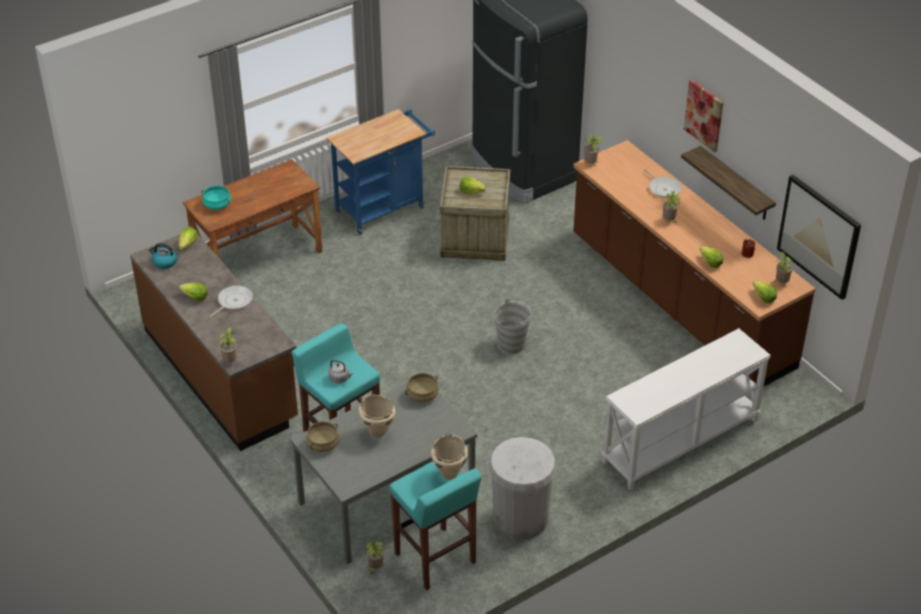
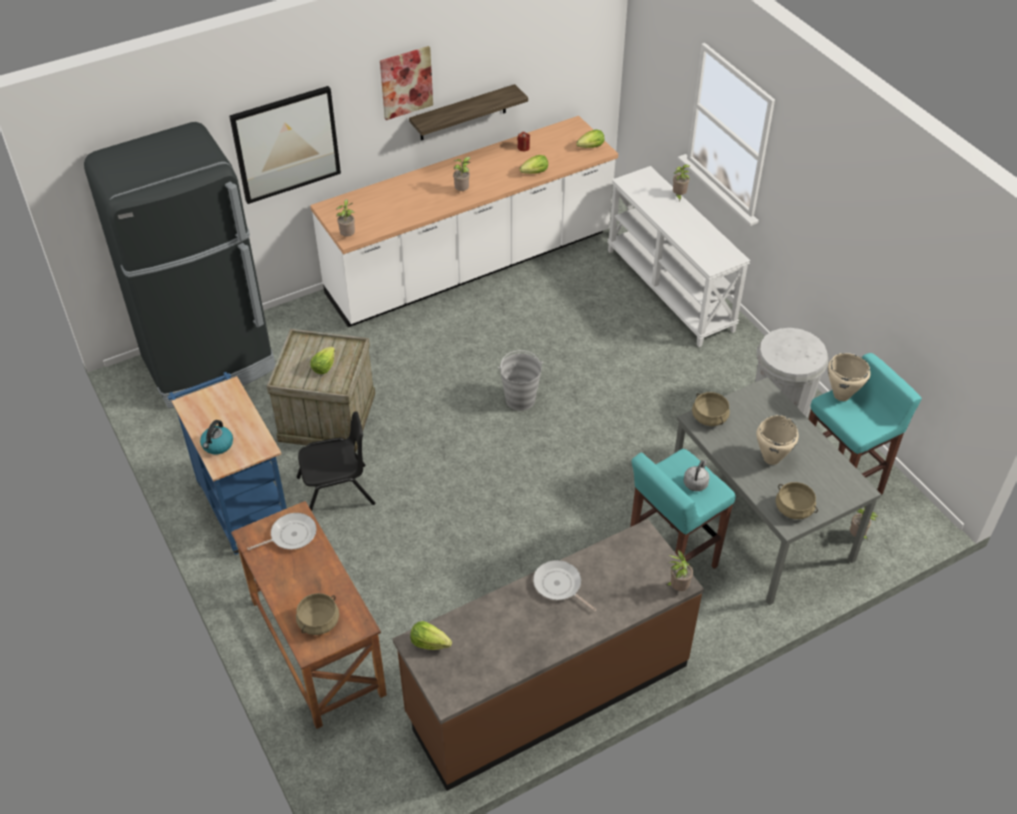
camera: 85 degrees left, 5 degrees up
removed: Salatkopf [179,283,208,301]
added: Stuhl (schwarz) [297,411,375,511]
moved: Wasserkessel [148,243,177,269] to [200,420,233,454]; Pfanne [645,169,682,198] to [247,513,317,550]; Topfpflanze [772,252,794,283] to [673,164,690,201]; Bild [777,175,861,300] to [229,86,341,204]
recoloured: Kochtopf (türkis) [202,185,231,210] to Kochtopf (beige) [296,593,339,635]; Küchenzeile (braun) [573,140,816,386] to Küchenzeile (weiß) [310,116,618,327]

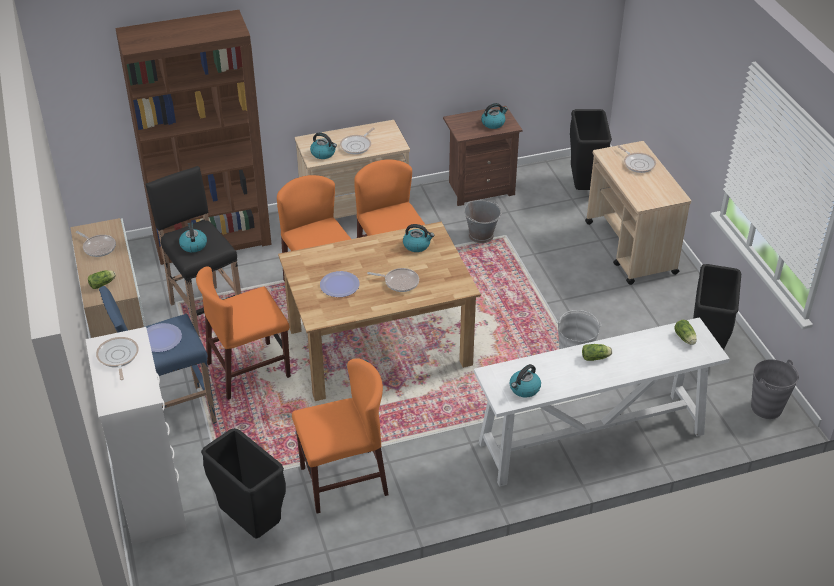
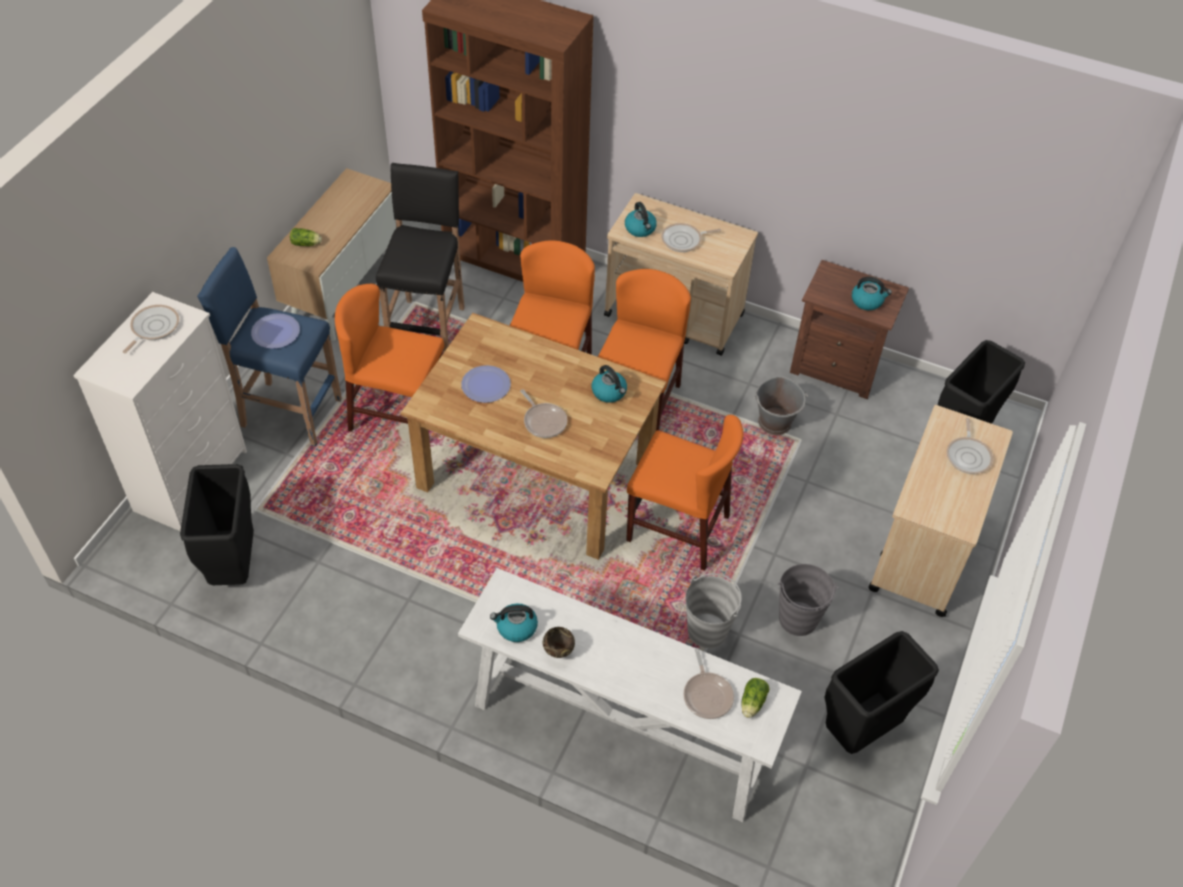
camera: 40 degrees right, 10 degrees up
removed: Wasserkessel [179,222,207,253]; Salatkopf [582,344,612,361]
added: Schüssel (braun) [543,627,575,658]
moved: Pfanne [76,231,116,257] to [683,648,734,719]; Stuhl (orange) [292,358,389,513] to [626,415,743,571]; Eimer (grau) [751,359,799,419] to [778,564,839,636]

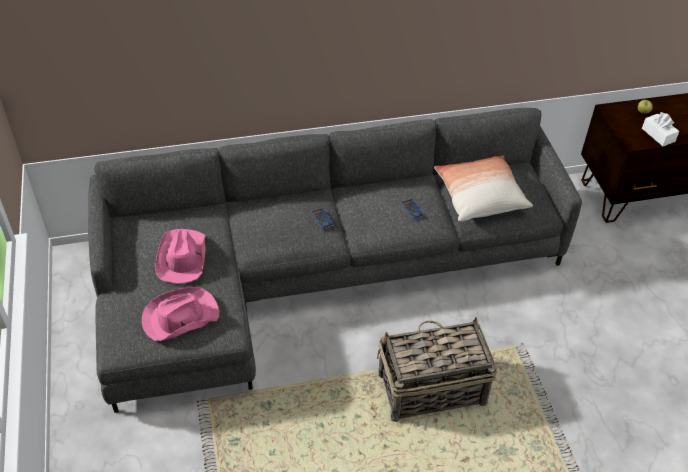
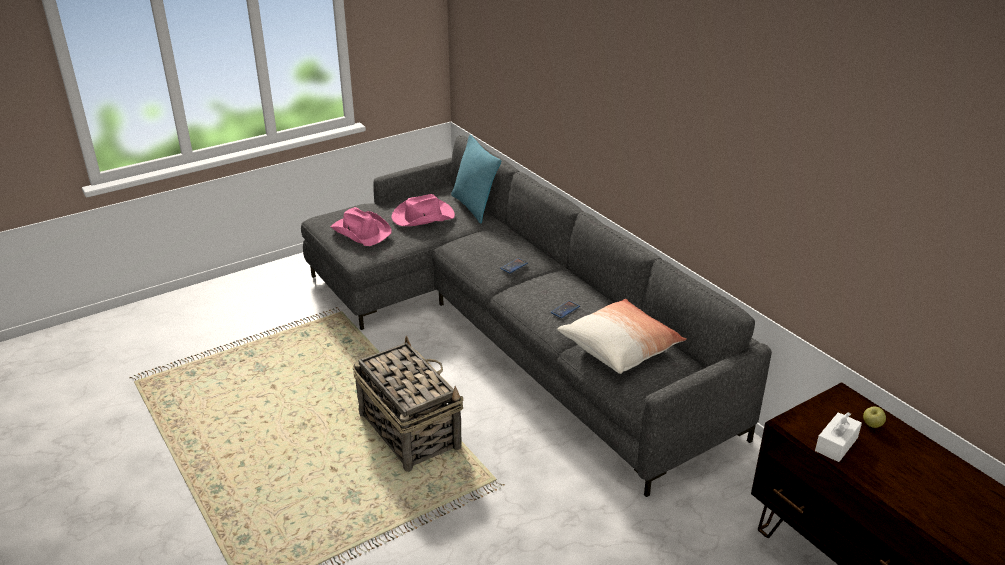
camera: 70 degrees right, 15 degrees down
added: Kissen (türkis) [451,135,501,223]

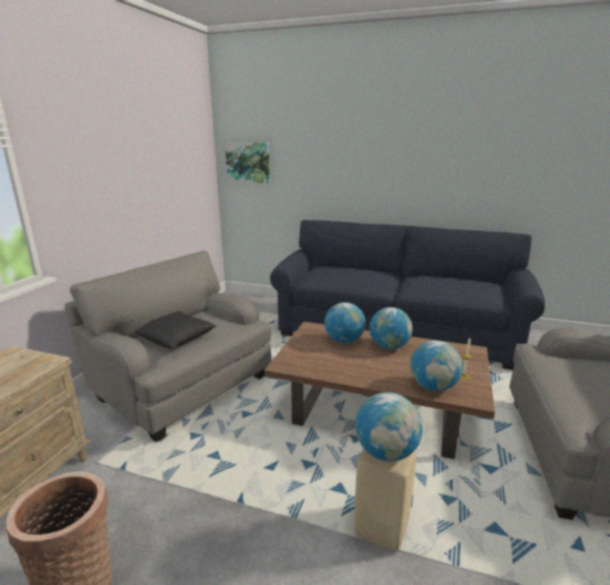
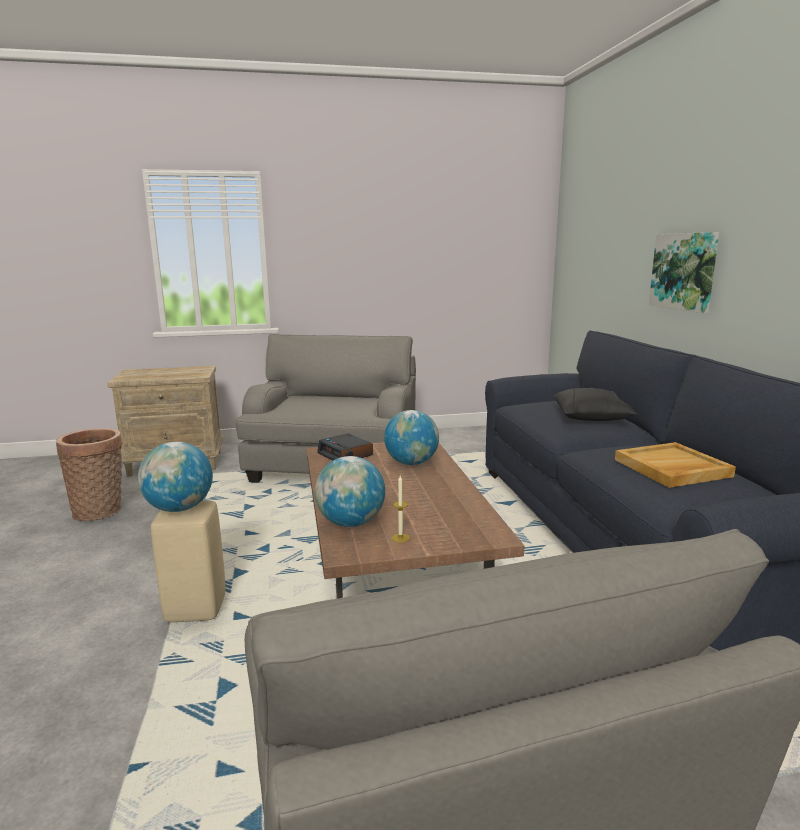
camera: 60 degrees right, 5 degrees down
removed: Globus [369,307,413,350]
added: Wecker [317,433,373,461]; Tablett (beige) [615,442,736,488]
moved: Kissen (schwarz) [134,311,217,349] to [554,388,637,421]; Bild [225,142,270,184] to [649,232,719,313]

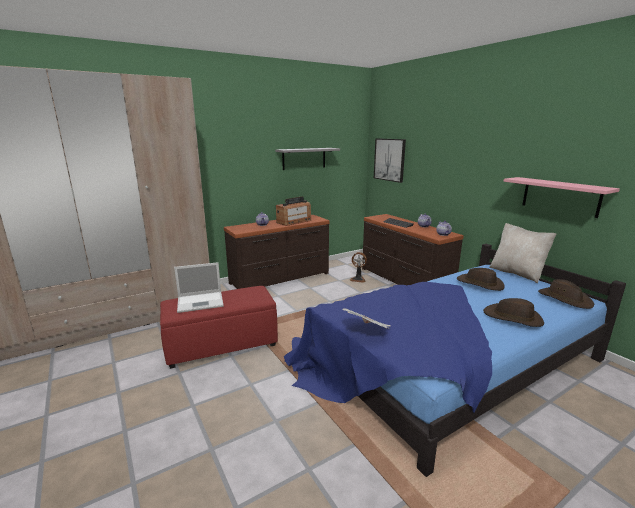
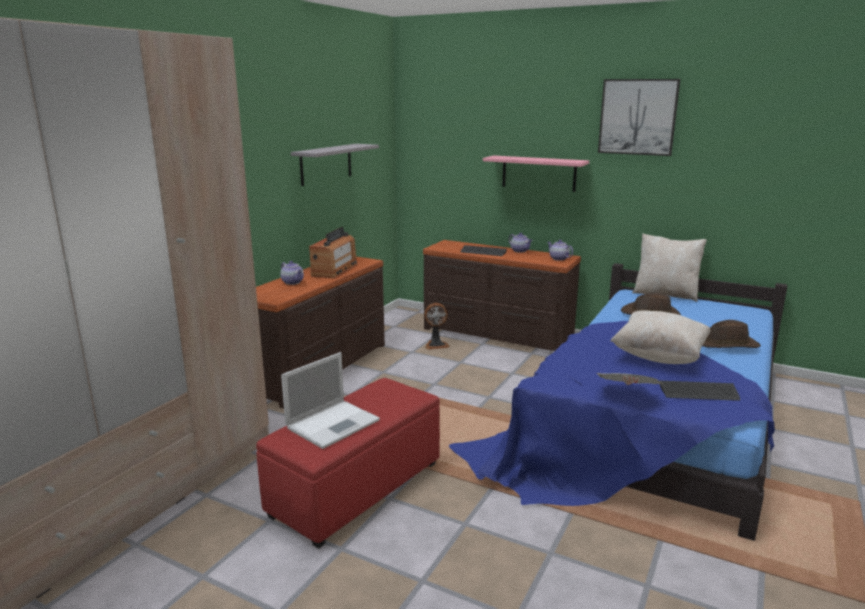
camera: 30 degrees left, 0 degrees up
removed: Hut (braun) [538,279,594,309]
added: Kissen (beige) [610,311,711,364]; Tastatur [660,381,740,401]
moved: Bild [374,138,406,183] to [598,79,680,156]; Wandregal (rosa) [503,177,620,218] to [483,156,589,192]

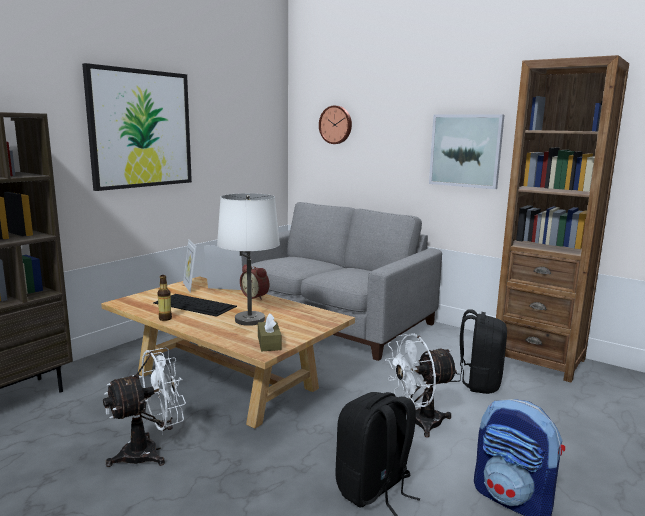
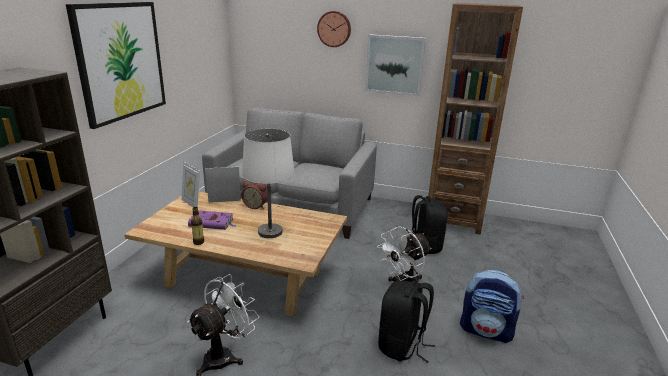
camera: 20 degrees left, 10 degrees up
removed: Taschentuchbox (braun) [258,313,281,351]
moved: Wanduhr [319,106,352,144] to [317,11,351,47]
replaced: Tastatur [153,294,237,317] to Buch (lila) [188,210,237,230]

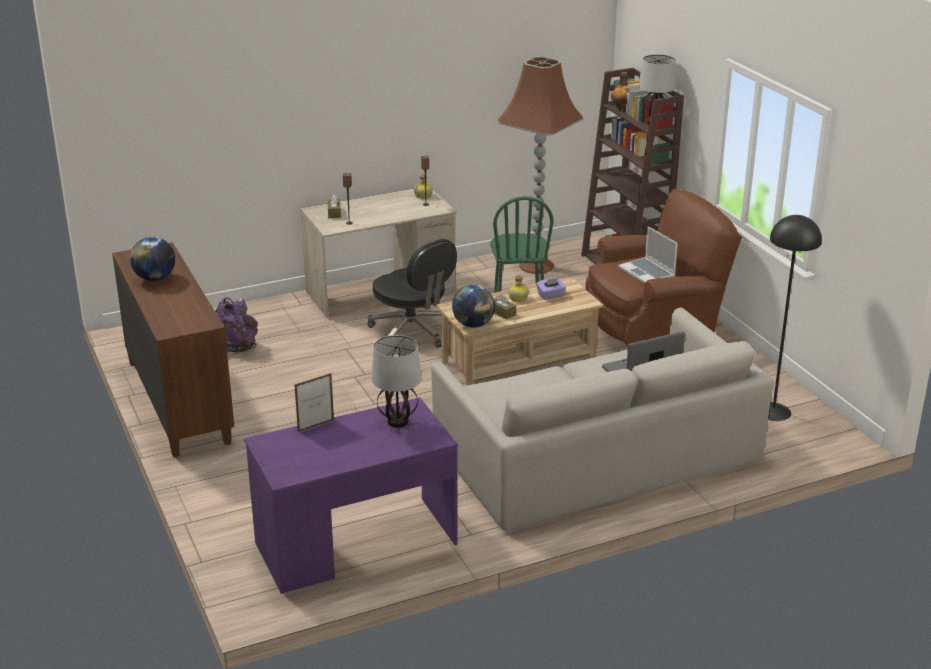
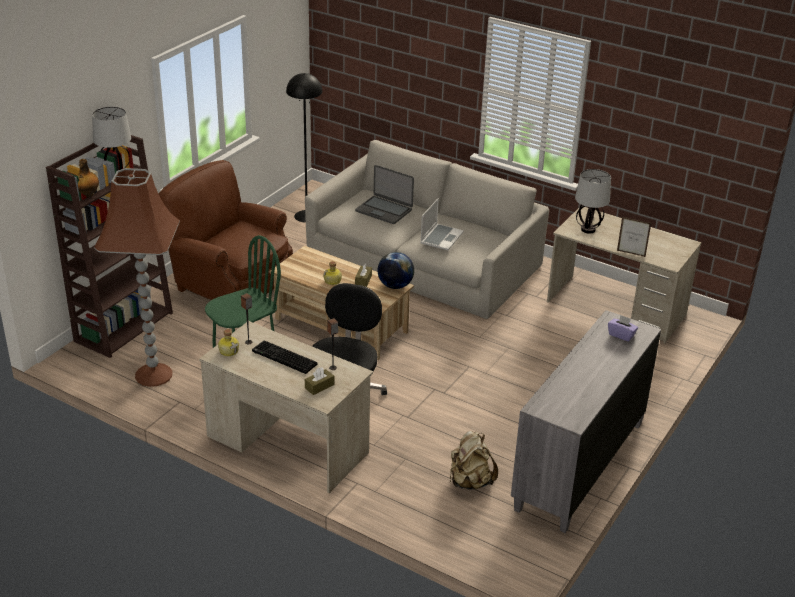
camera: 125 degrees left, 5 degrees up
removed: Globus [130,237,175,281]
added: Tastatur [252,340,318,374]
moved: Taschentuchbox (lila) [536,278,566,300] to [608,315,638,342]; Laptop [618,226,678,284] to [420,198,464,251]
recoloured: Kommode (braun) [112,242,234,457] to Kommode (grau) [511,310,661,533]; Rucksack (lila) [215,297,258,353] to Rucksack (beige) [450,431,498,490]; Schreibtisch (lila) [244,397,458,594] to Schreibtisch (beige) [547,207,702,343]

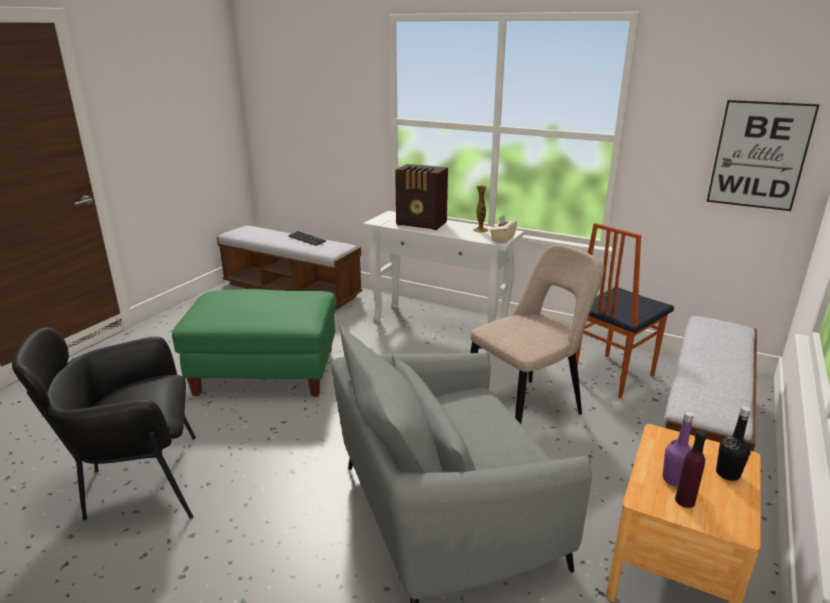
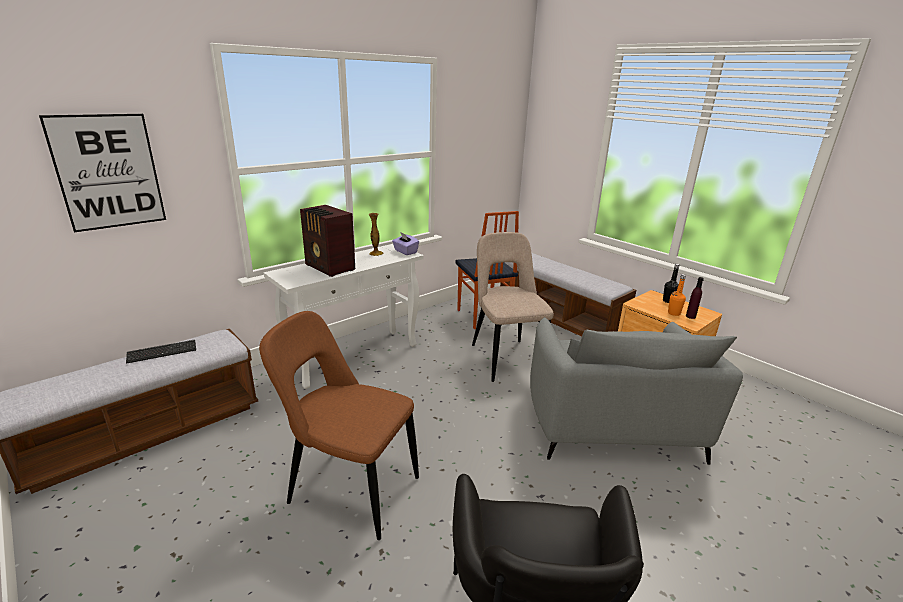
camera: 70 degrees left, 0 degrees up
moved: Bild [707,100,820,211] to [39,114,166,232]
replaced: Polsterhocker (grün) [172,289,336,397] to Stuhl (braun) [259,311,419,540]
recoloured: Taschentuchbox (beige) [490,215,517,243] to Taschentuchbox (lila) [392,233,419,255]; Flasche (lila) [662,411,694,487] to Flasche (orange) [668,274,686,316]
turned: Radio [395,164,448,230] = [300,205,355,277] 90 degrees clockwise

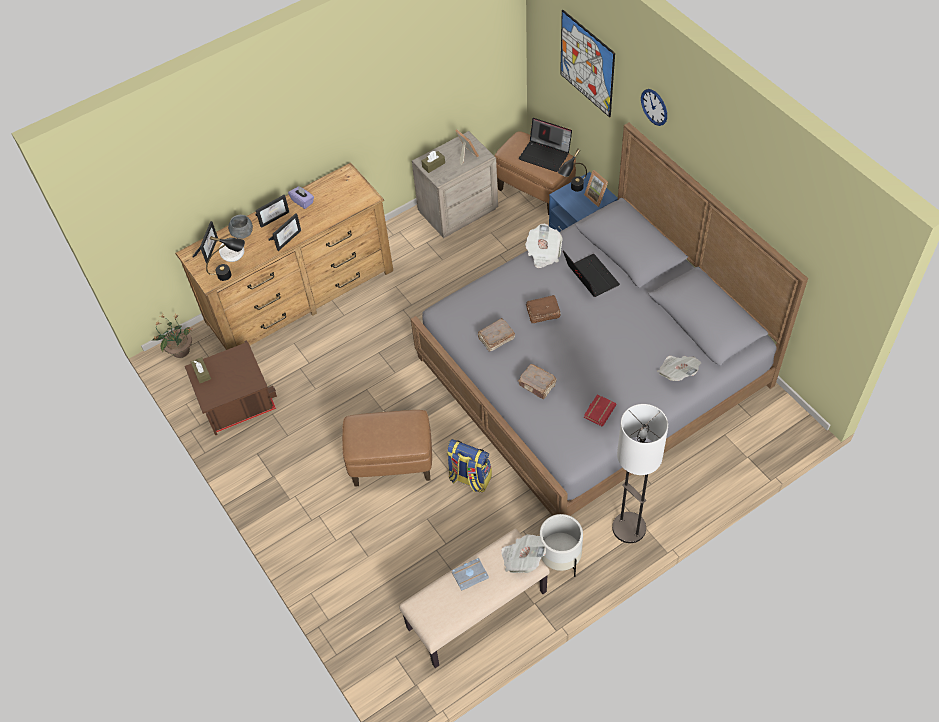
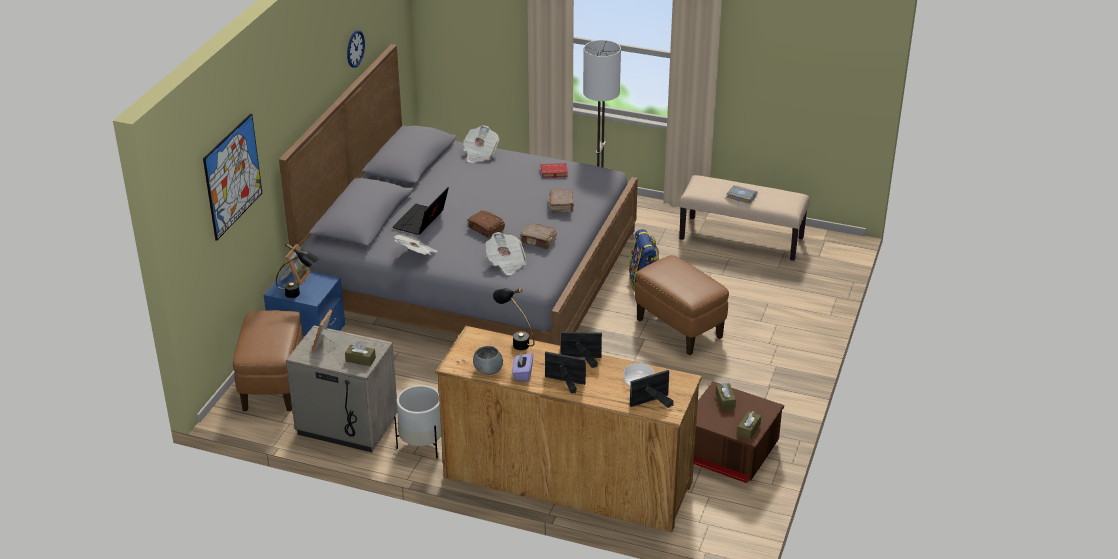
camera: 130 degrees left, 20 degrees down
removed: Topfpflanze [153,314,192,358]; Laptop [519,118,572,172]
added: Taschentuchbox (braun) [715,383,736,410]
moved: Tischlampe (schwarz) [206,236,245,281] to [493,288,535,350]; Schüssel (grau) [228,215,253,239] to [473,346,503,375]; Zeitung [501,534,546,573] to [485,232,527,275]; Pflanzkübel (weiß) [540,514,583,577] to [394,385,441,458]; Wanduhr [641,89,667,126] to [347,30,365,68]

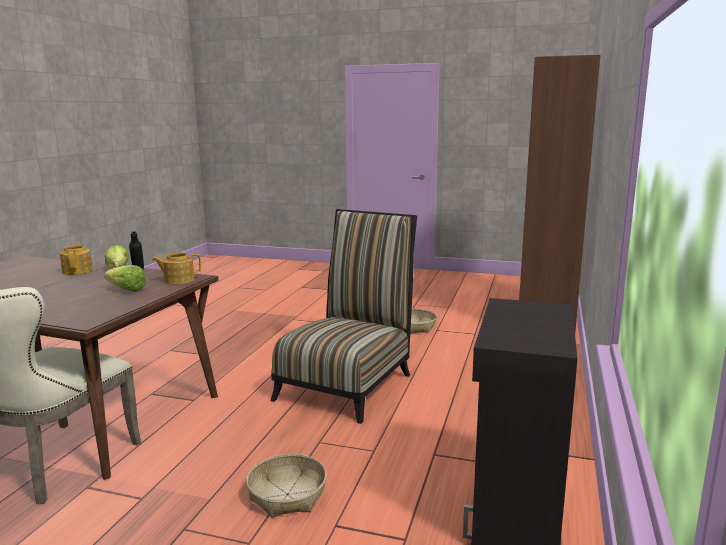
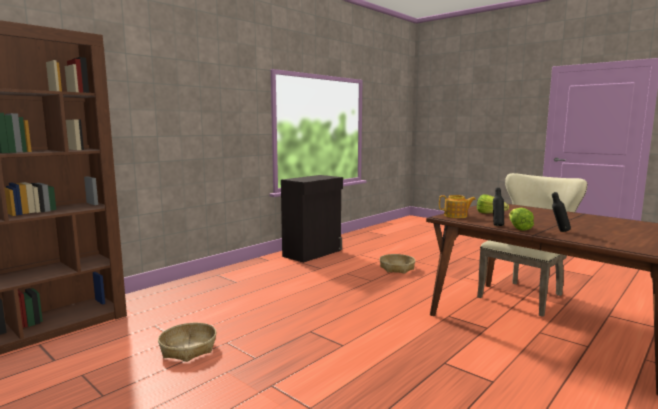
camera: 155 degrees left, 5 degrees down
removed: Stuhl [270,209,417,424]
replaced: Teekanne [60,243,92,275] to Flasche (schwarz) [552,192,571,232]

